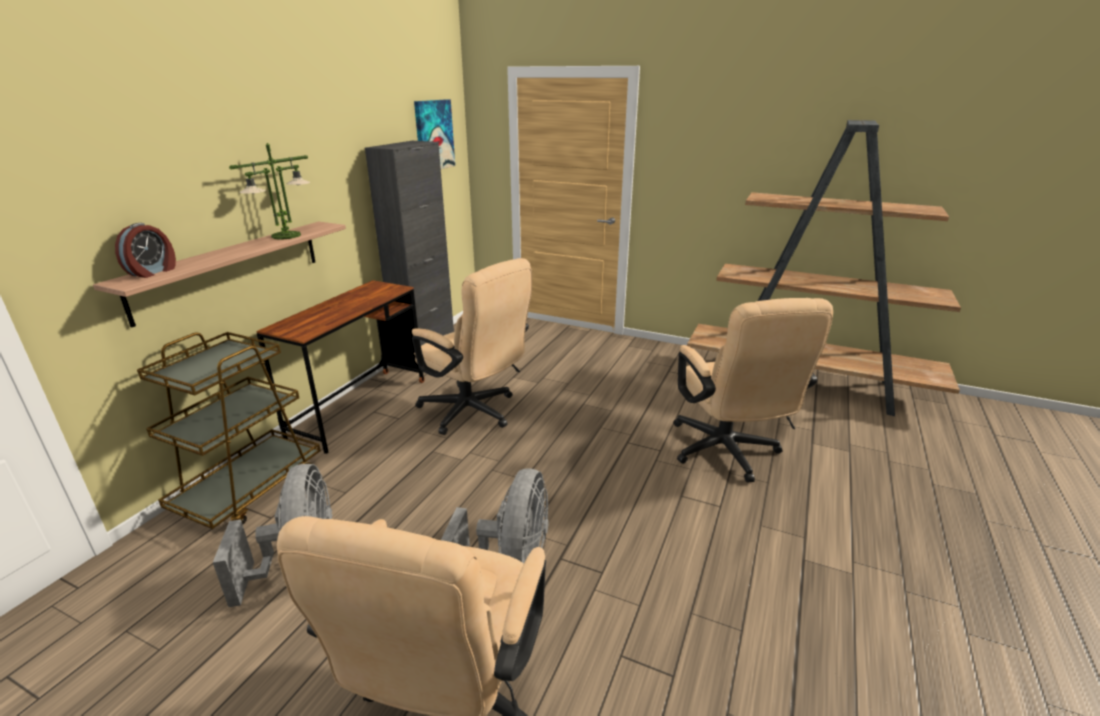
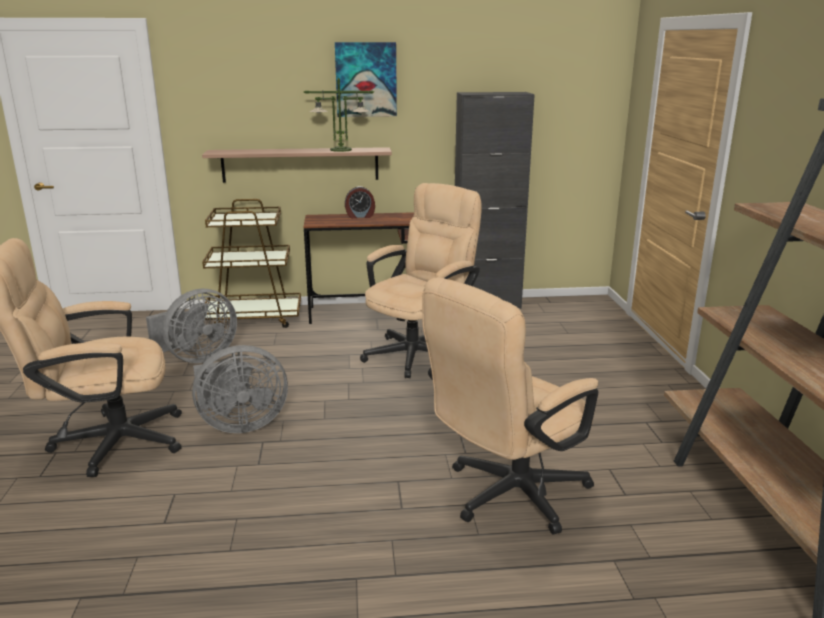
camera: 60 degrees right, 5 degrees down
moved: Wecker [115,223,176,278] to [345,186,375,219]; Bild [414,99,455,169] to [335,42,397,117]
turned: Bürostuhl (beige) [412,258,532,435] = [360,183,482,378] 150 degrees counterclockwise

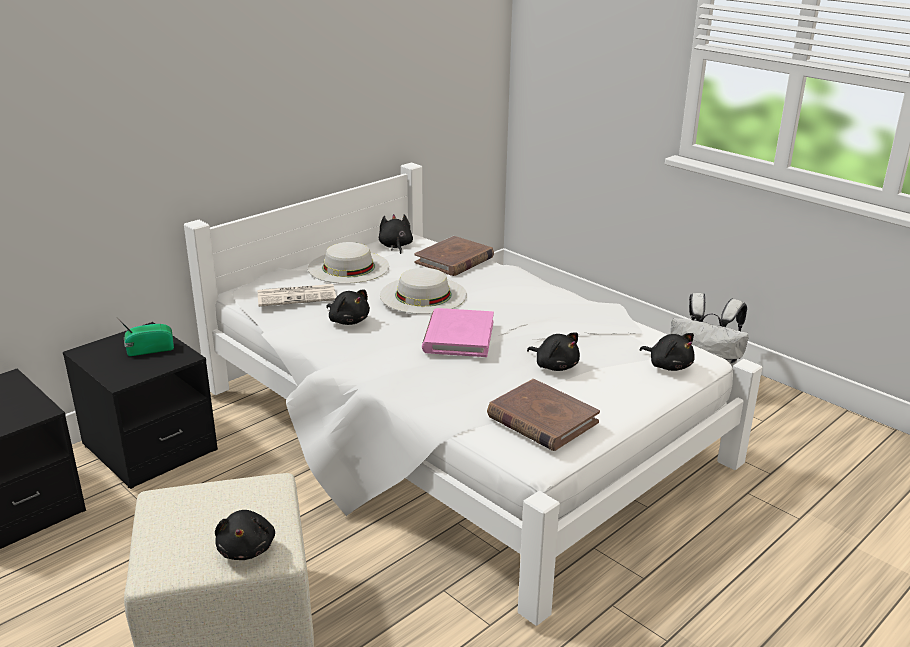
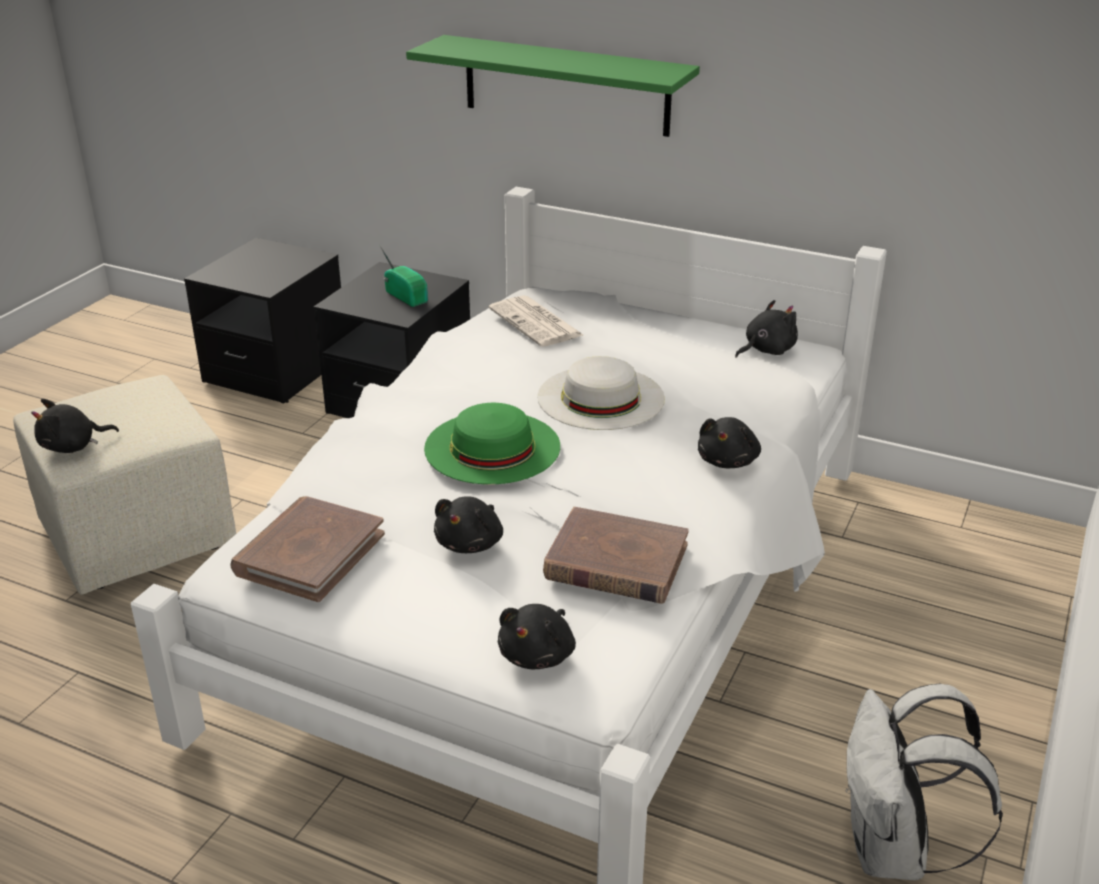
camera: 70 degrees right, 5 degrees up
removed: Hut (weiß) [308,242,389,284]
added: Wandregal (grün) [406,35,700,137]
moved: Plüschtier (schwarz) [326,289,370,325] to [698,417,761,468]; Buch (braun) [414,236,494,276] to [543,507,689,604]
replaced: Buch (rosa) [422,308,494,357] to Hut (grün) [424,403,560,484]

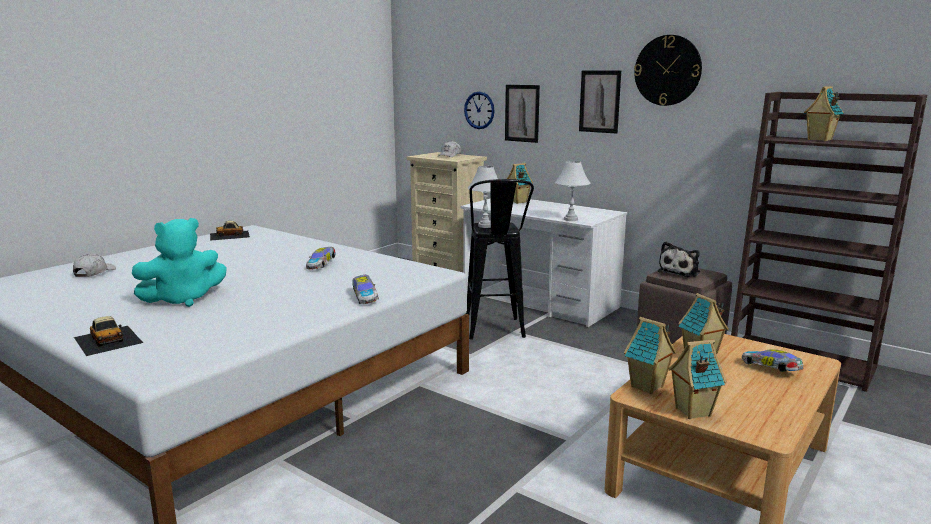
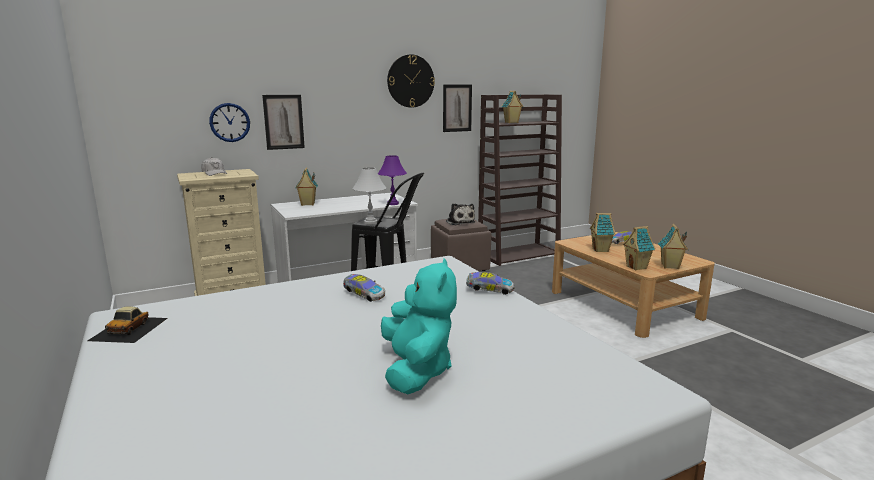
camera: 65 degrees left, 0 degrees up
removed: Kappe (weiß) [73,254,116,277]; Spielzeugauto [74,316,143,356]
moved: Bild [579,70,621,134] to [443,85,472,132]
recoloured: Tischlampe (weiß) [555,161,591,221] to Tischlampe (lila) [378,155,407,205]

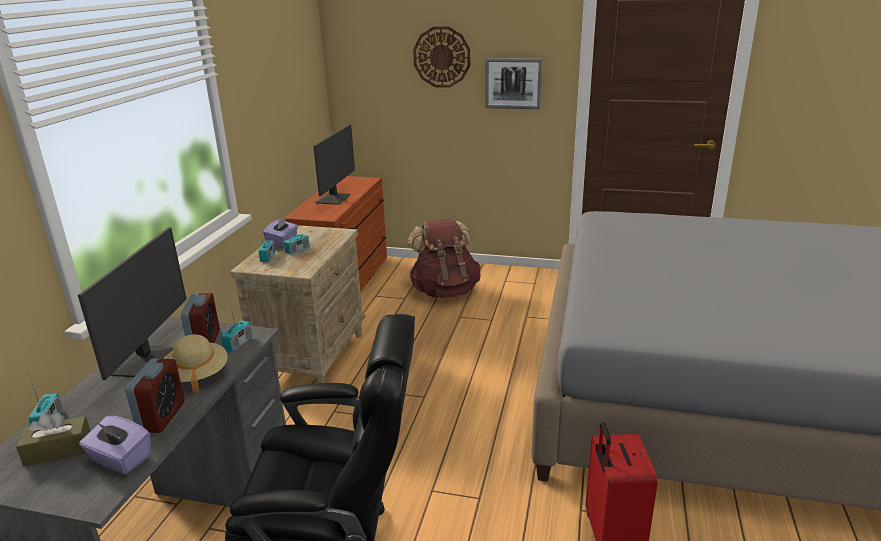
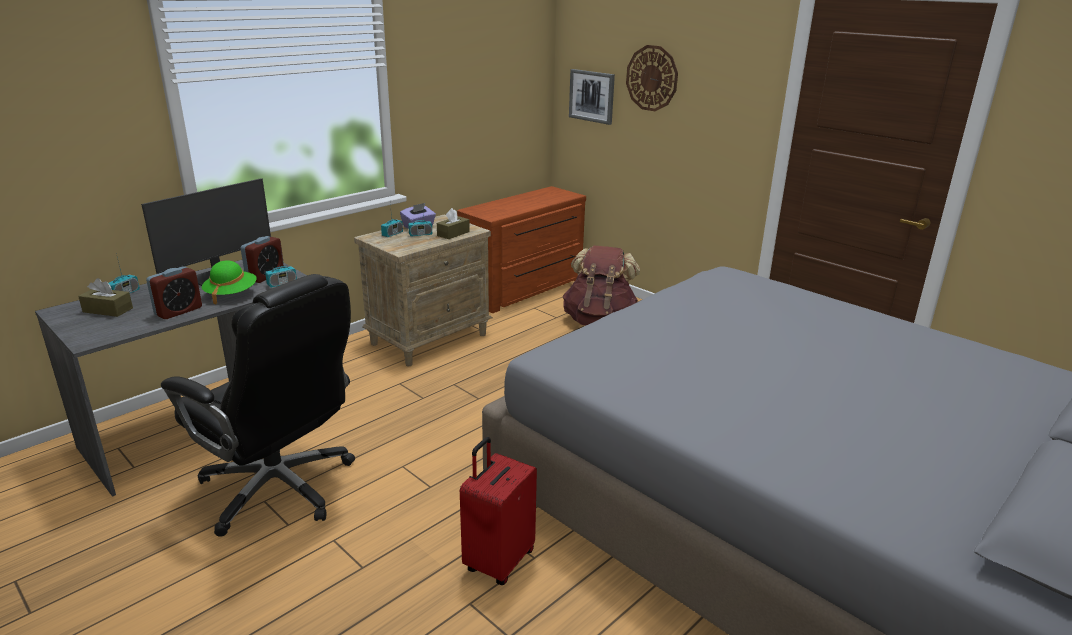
camera: 30 degrees right, 0 degrees up
removed: Taschentuchbox (lila) [79,416,150,474]; Monitor [313,124,355,205]
added: Taschentuchbox (braun) [437,208,470,239]
moved: Bild [485,58,542,109] to [569,69,615,125]
recoloured: Hut (beige) [164,334,228,393] to Hut (grün) [202,260,257,305]

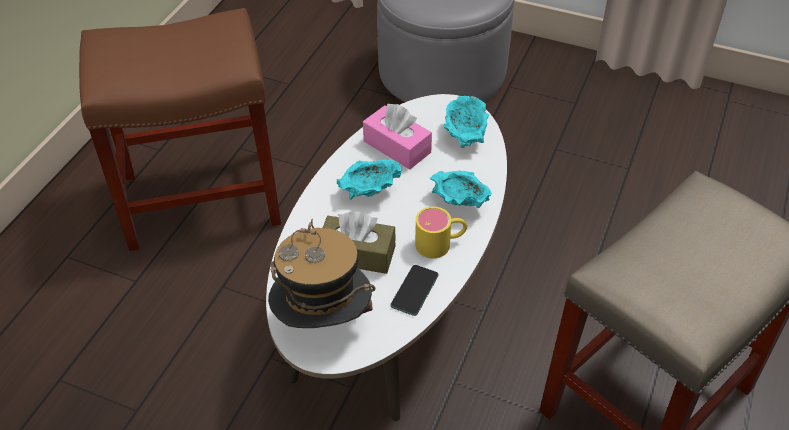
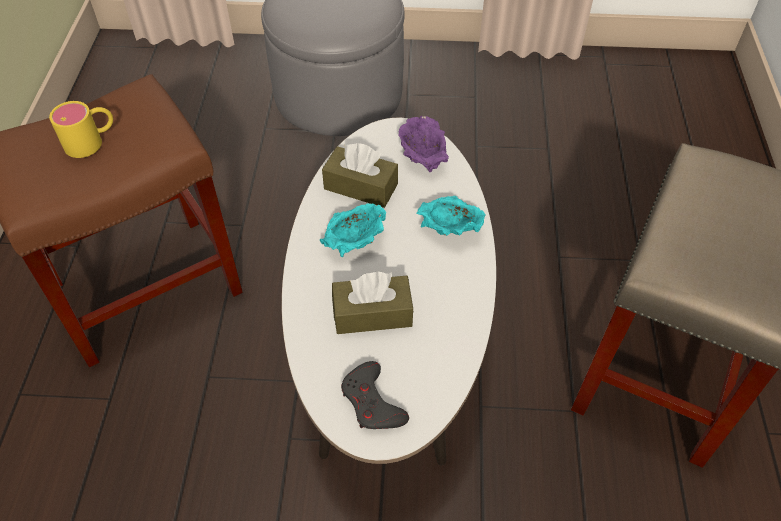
camera: 20 degrees left, 5 degrees up
removed: Handy [391,265,439,316]
moved: Henkelbecher (gelb) [415,206,467,258] to [49,101,113,158]
replaced: Hut [268,219,376,328] to Gamepad (grau) [341,361,409,429]
recoloured: Taschentuchbox (rosa) [363,104,432,170] to Taschentuchbox (braun) [322,143,398,208]; Schüssel (türkis) [443,96,489,148] to Schüssel (lila) [398,116,449,172]

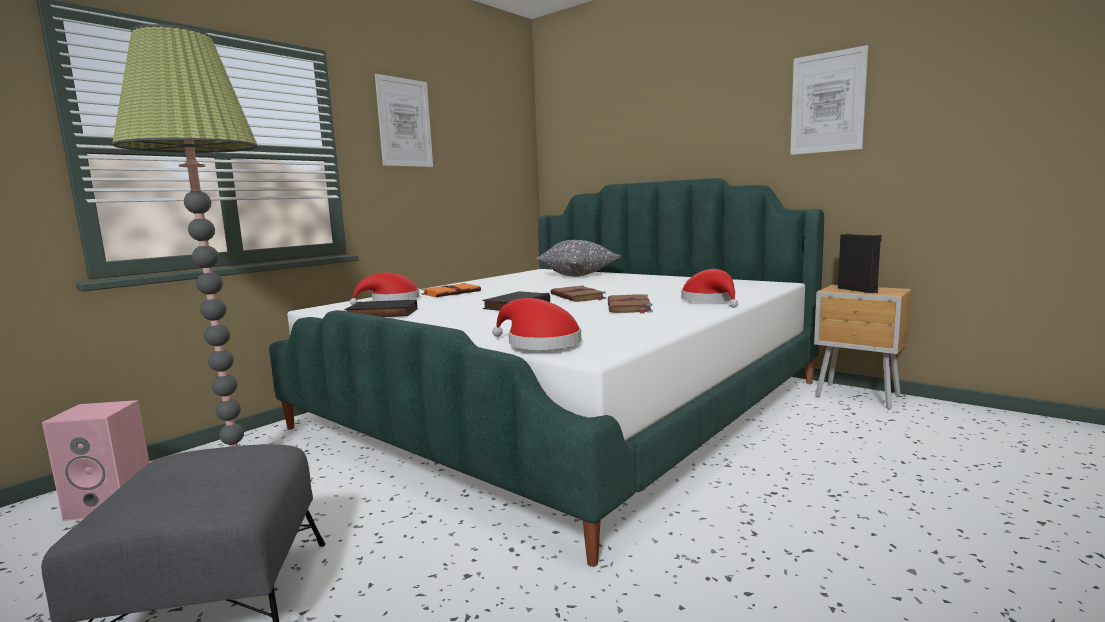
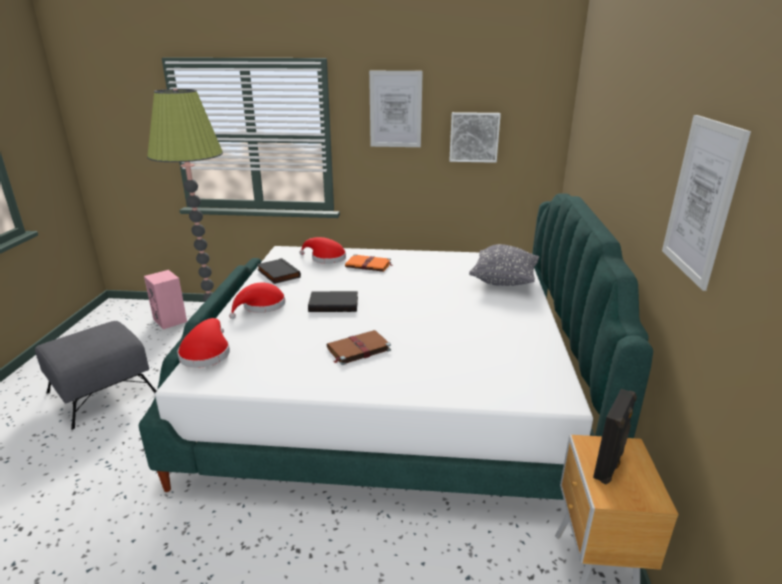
camera: 55 degrees right, 15 degrees up
removed: Buch (braun) [550,285,607,302]
added: Bild [449,112,501,163]
moved: Hut (rot) [681,269,738,308] to [229,283,285,319]

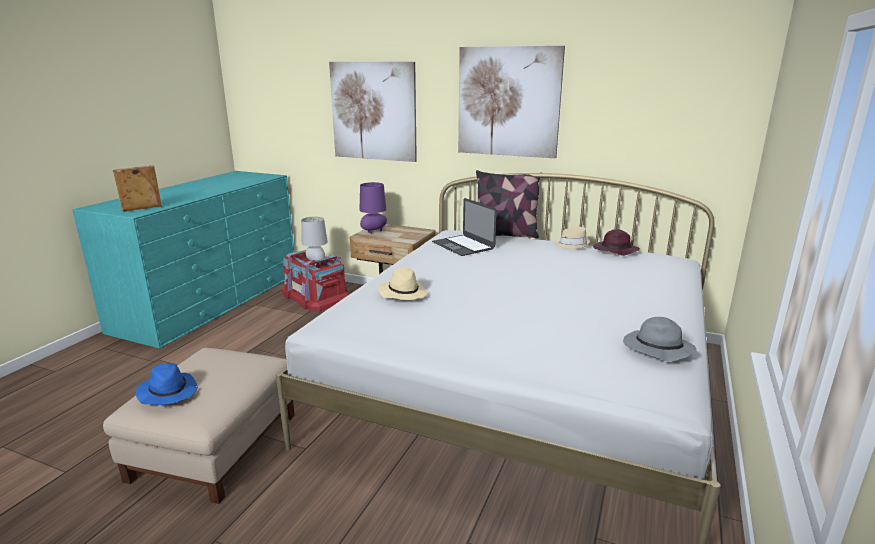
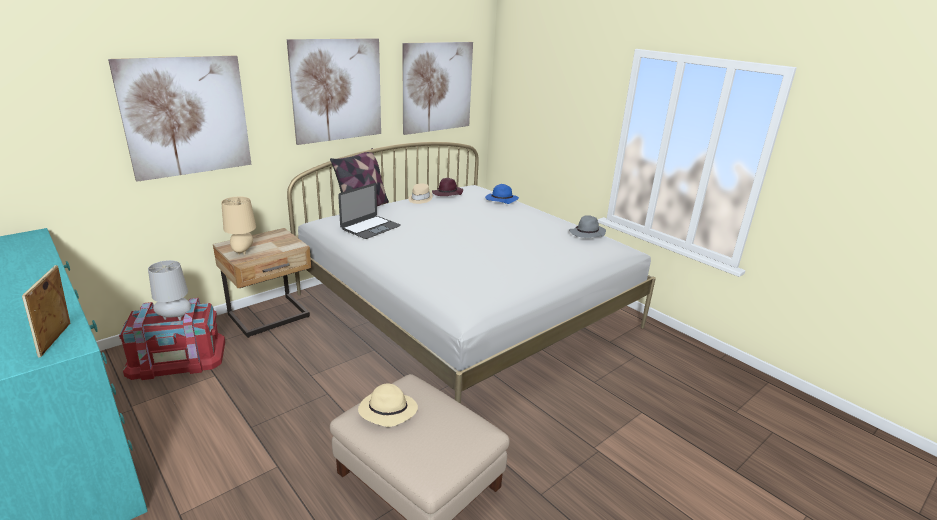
camera: 65 degrees left, 5 degrees up
added: Bild [402,42,473,135]
moved: Hut (blau) [135,363,198,405] to [485,184,519,204]; Hut (beige) [378,267,428,300] to [358,384,418,427]
recoloured: Tischlampe (lila) [359,182,387,234] to Tischlampe (beige) [221,197,256,255]
turned: Laptop [432,198,497,256] = [338,183,401,239] 45 degrees counterclockwise

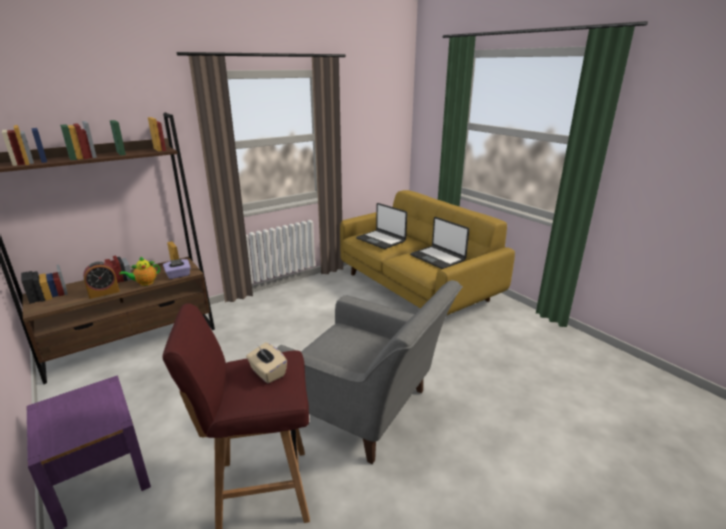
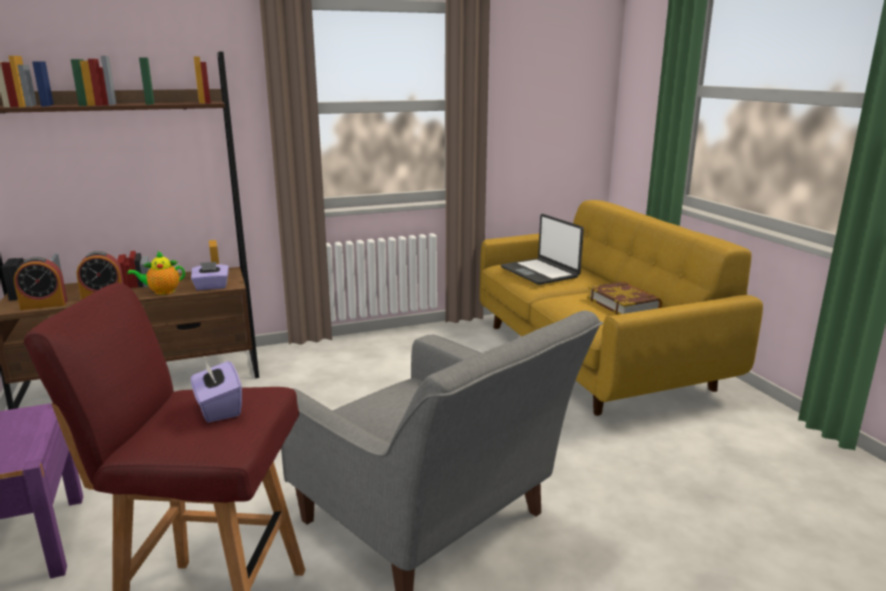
camera: 15 degrees right, 5 degrees down
added: Wecker [14,257,68,310]
replaced: Laptop [410,217,469,269] to Buch [587,282,662,315]
recoloured: Taschentuchbox (beige) [246,342,287,384] to Taschentuchbox (lila) [191,359,242,422]

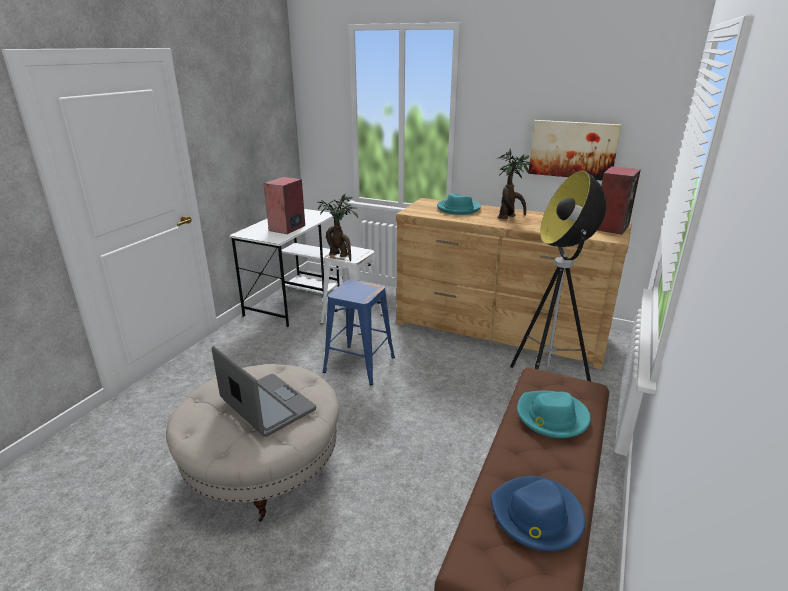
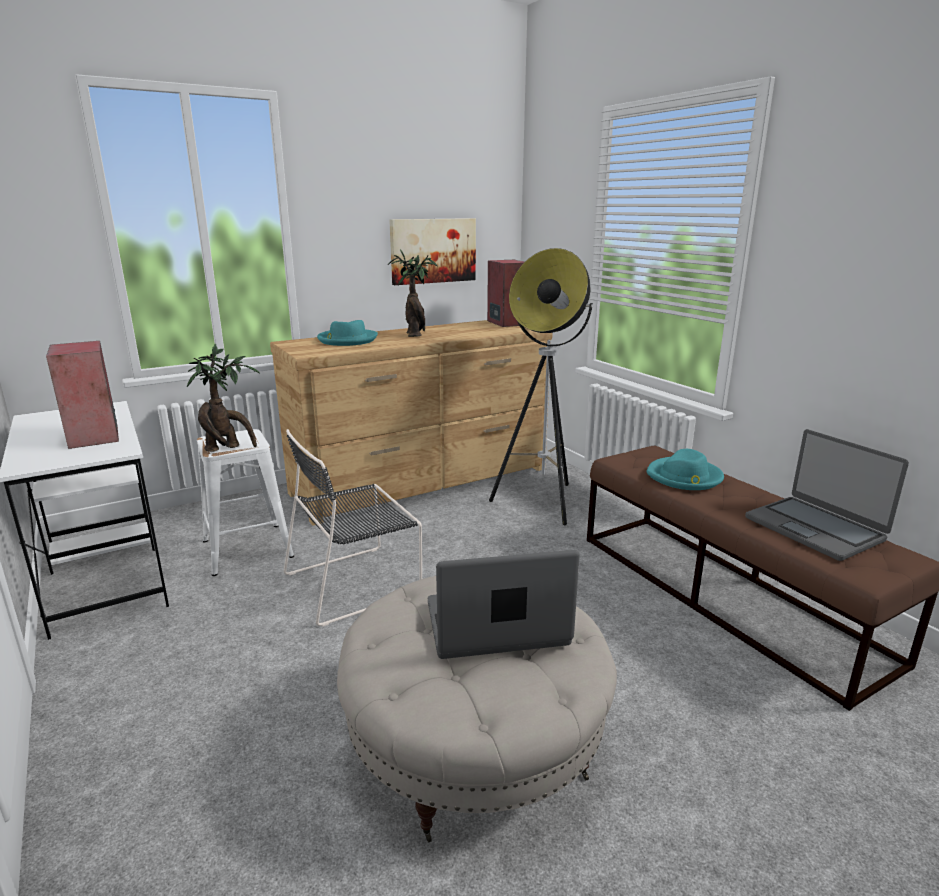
camera: 55 degrees left, 5 degrees down
replaced: Hocker (blau) [323,279,395,386] to Stuhl (schwarz) [284,429,422,626]; Hut (blau) [491,476,586,551] to Laptop [745,429,909,561]

